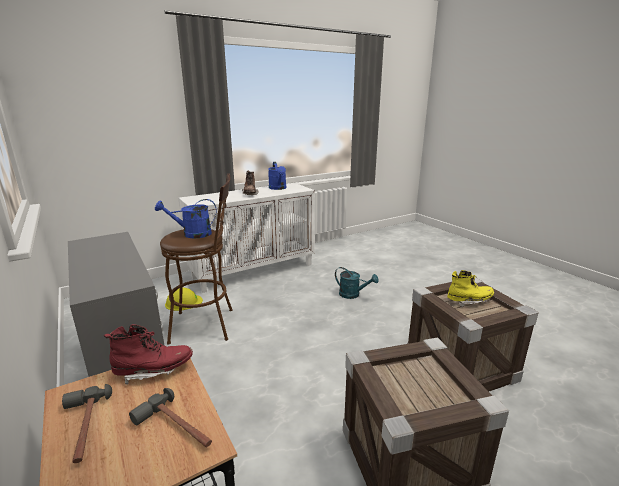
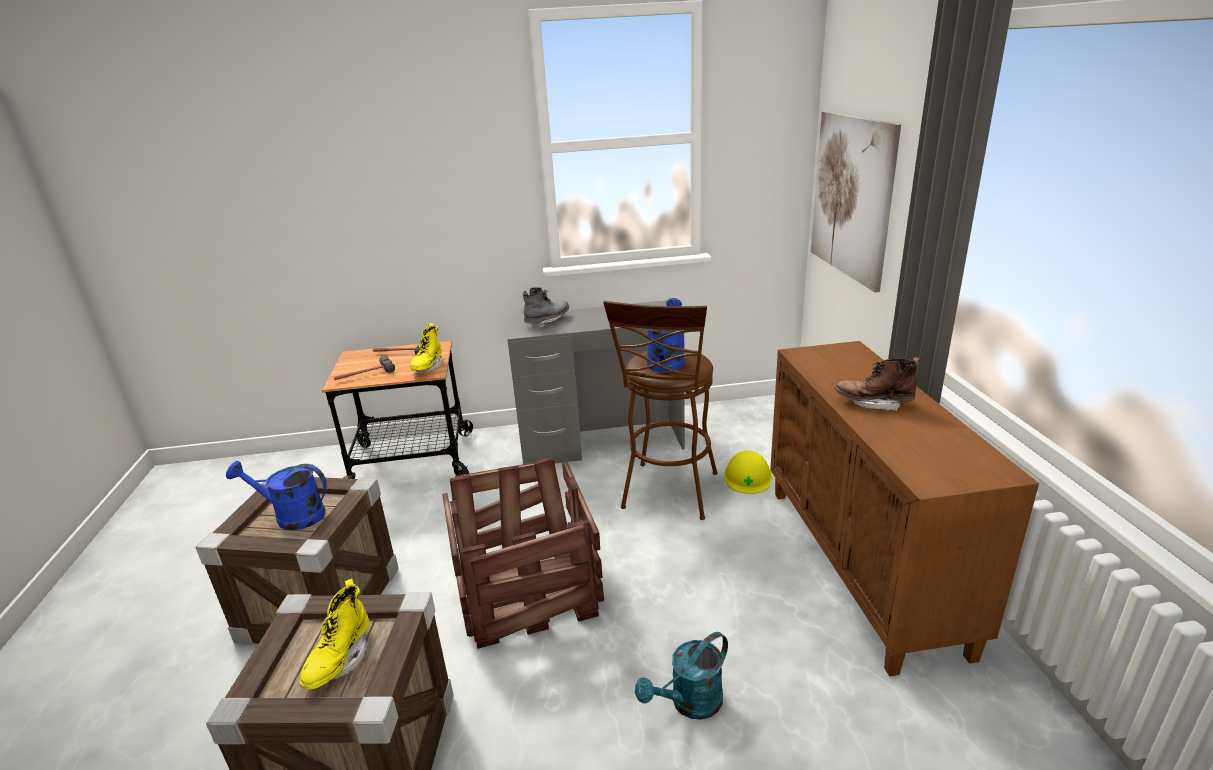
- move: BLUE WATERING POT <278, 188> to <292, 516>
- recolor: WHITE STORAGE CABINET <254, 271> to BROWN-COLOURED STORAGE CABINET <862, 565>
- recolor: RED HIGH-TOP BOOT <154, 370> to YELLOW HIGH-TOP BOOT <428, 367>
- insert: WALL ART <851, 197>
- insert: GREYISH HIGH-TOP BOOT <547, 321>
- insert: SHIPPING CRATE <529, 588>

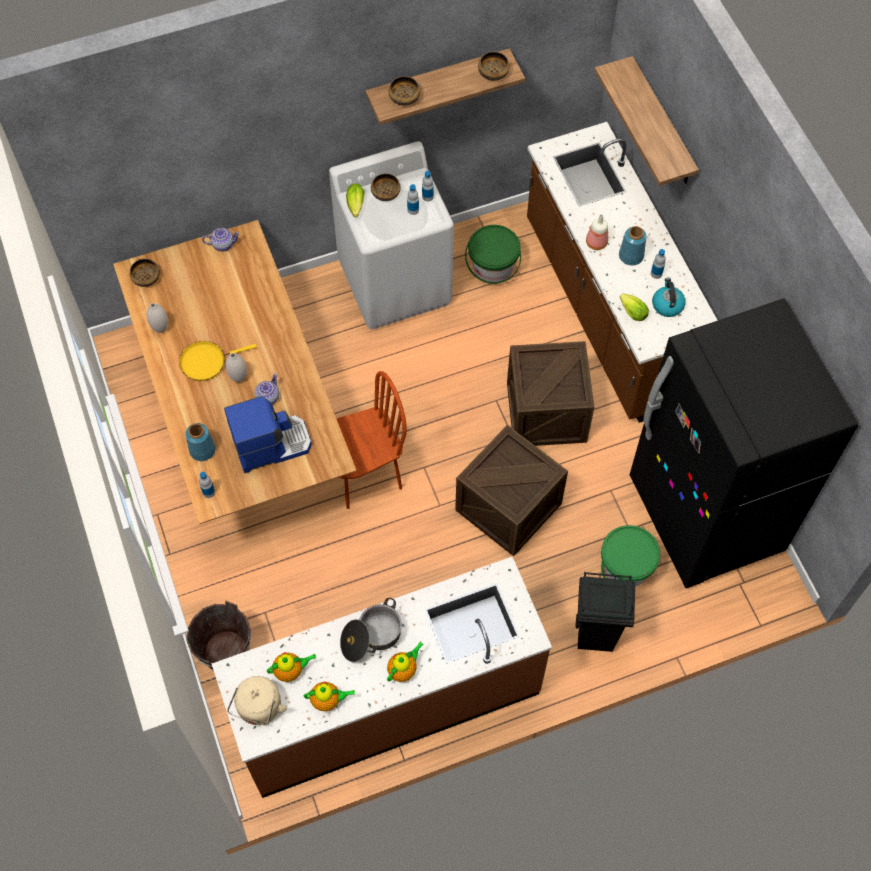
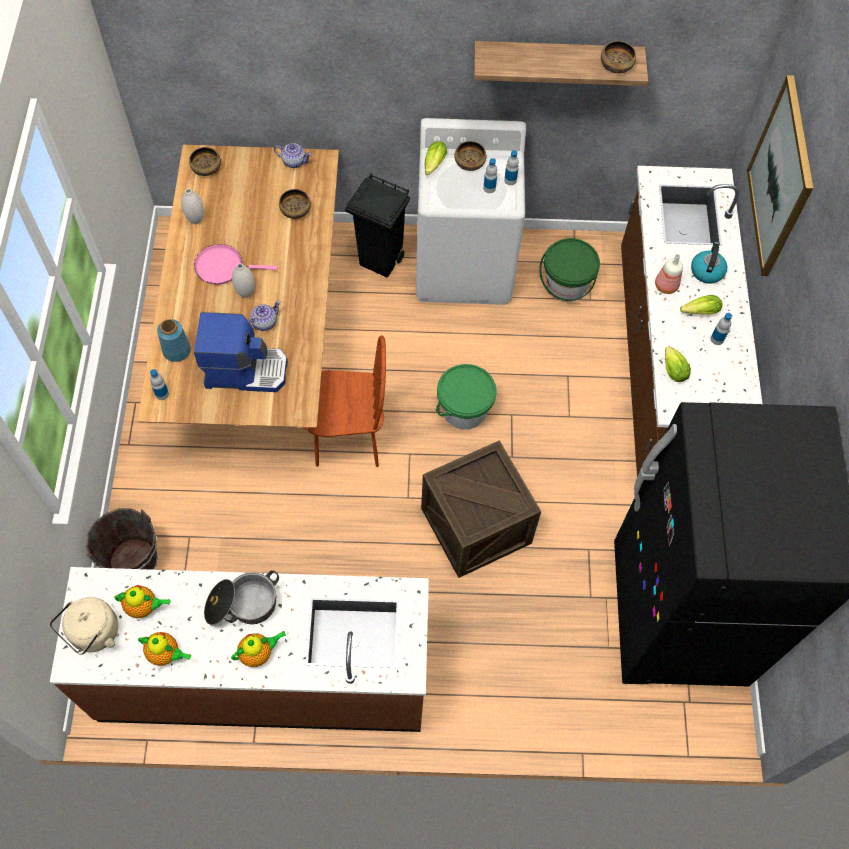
- replace: BRACKET SHELF <662, 124> to WALL ART <780, 178>
- move: BOWL <404, 98> to <295, 210>
- replace: BLUE VASE <631, 256> to LETTUCE <698, 312>
- move: KETTLE <667, 305> to <707, 271>
- recolor: YELLOW PAN <206, 362> to PINKISH PAN <223, 267>
- delete: SHIPPING CRATE <546, 412>
- move: GREENISH BUCKET <625, 568> to <464, 410>
- move: BLACK-COLOURED WASTE BIN <596, 635> to <381, 261>

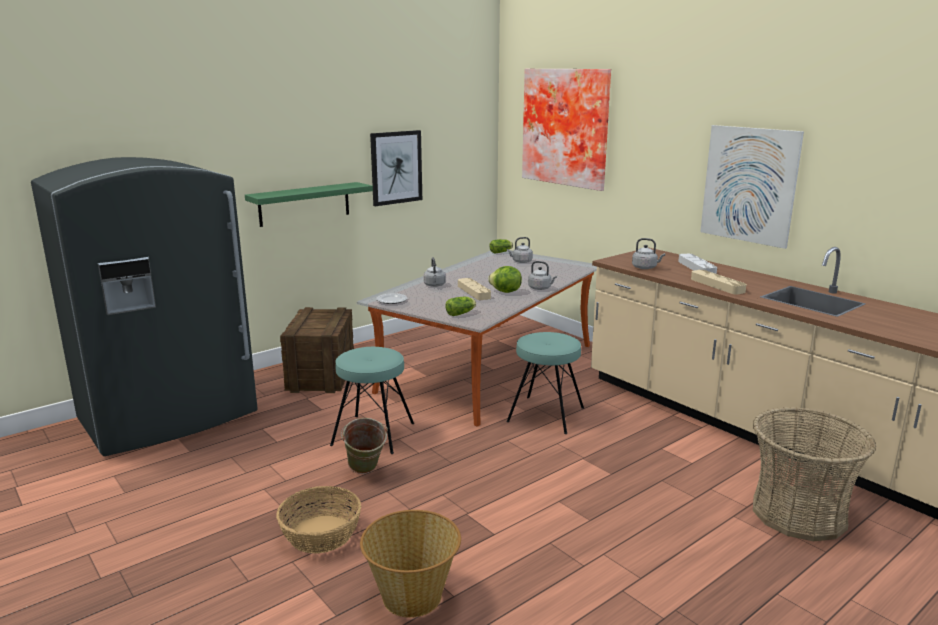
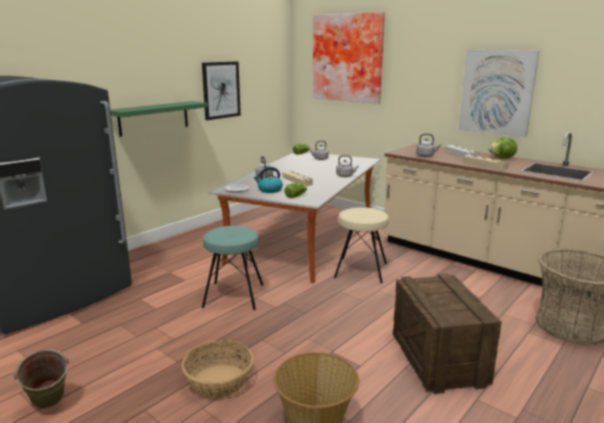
- move: LETTUCE <505, 292> to <502, 158>
- move: SHIPPING CRATE <321, 375> to <438, 359>
- recolor: TURQUOISE-COLOURED STOOL <545, 415> to SAND-COLOURED STOOL <360, 270>
- move: GREENISH BUCKET <365, 472> to <49, 406>
- insert: KETTLE <269, 190>

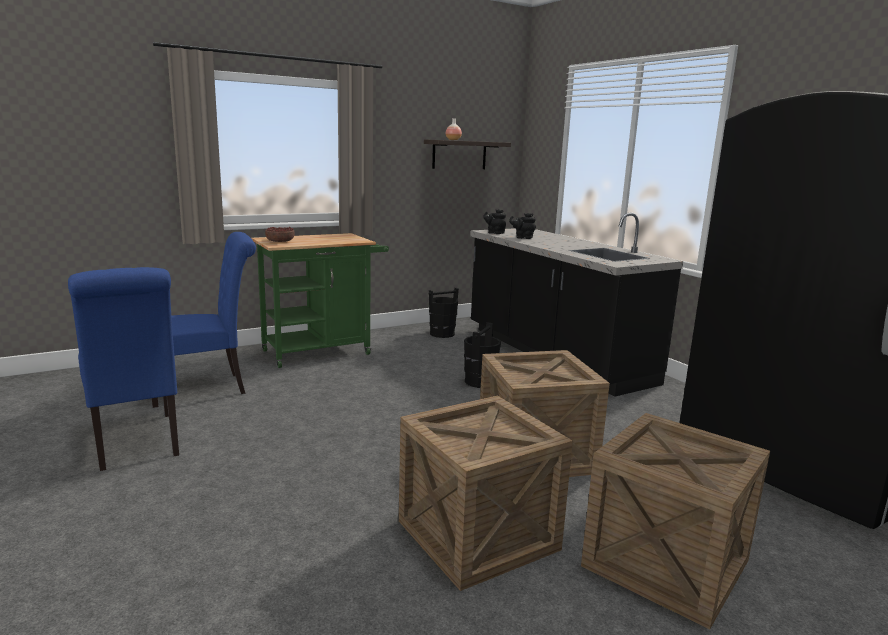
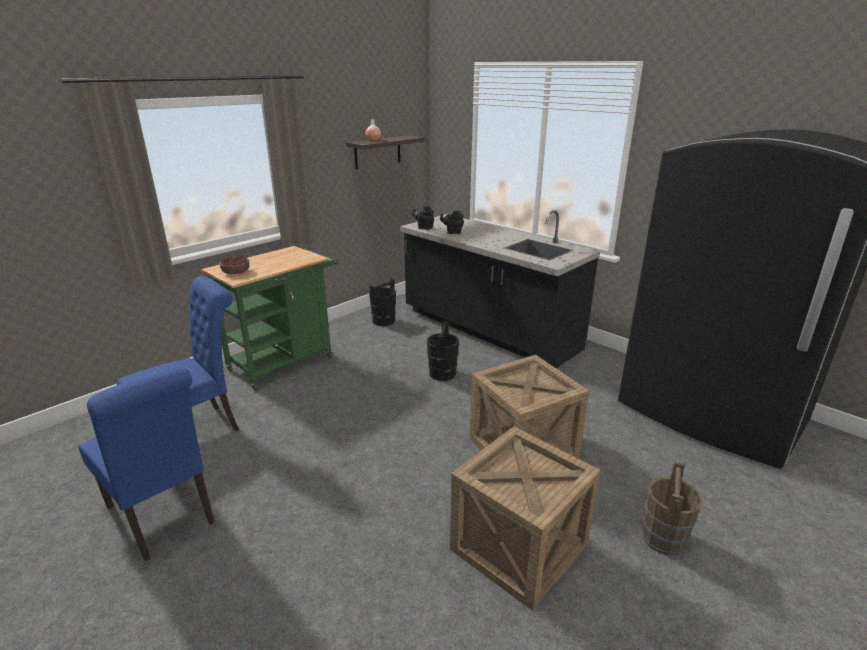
- replace: SHIPPING CRATE <665, 563> to BROWN-COLOURED BUCKET <663, 538>

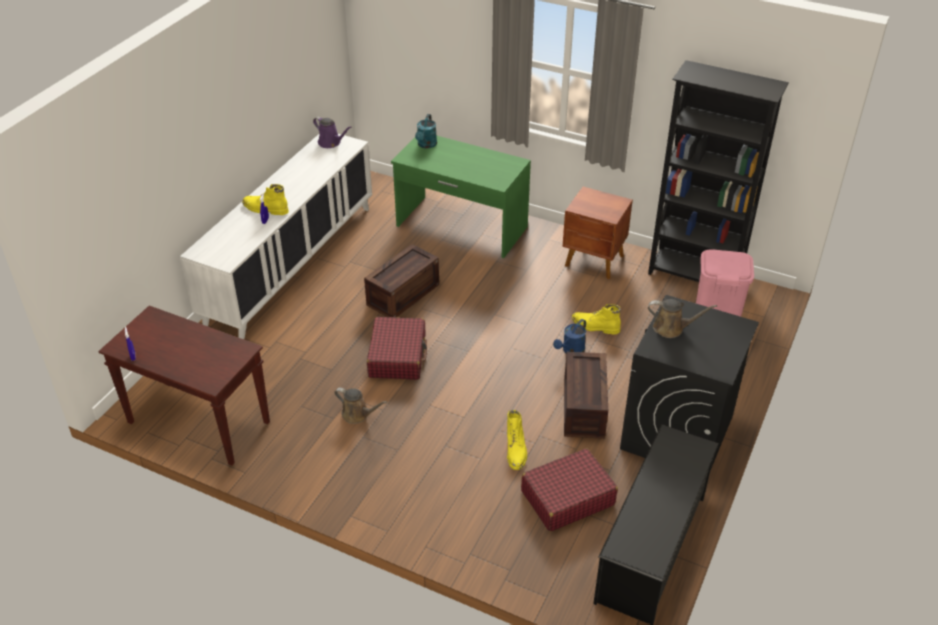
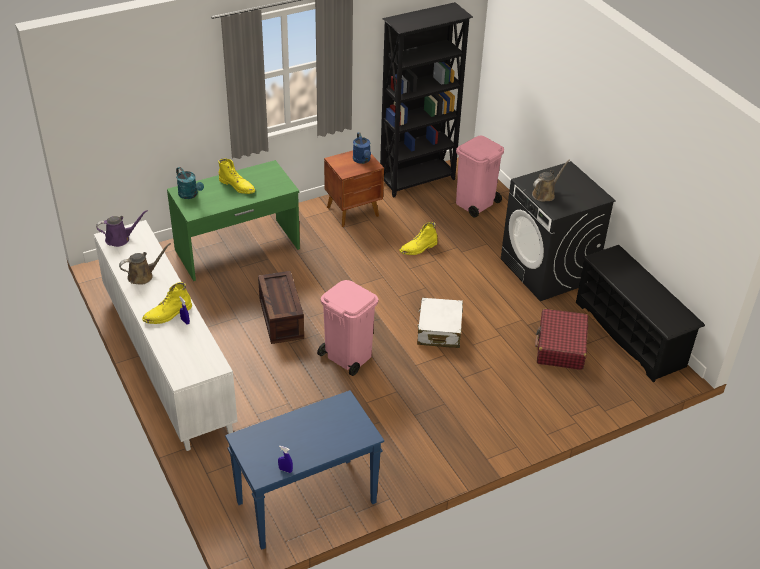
- recolor: BROWN-COLOURED NARROW TABLE <197, 423> to BLUE NARROW TABLE <306, 504>
- replace: RED PIECE OF LUGGAGE <397, 356> to PINKISH WASTE BIN <347, 356>
- move: BLUE WATERING POT <571, 351> to <362, 160>
- delete: SHIPPING CRATE <585, 409>
- move: BROWN-COLOURED WATERING POT <358, 414> to <143, 276>
- move: YELLOW HIGH-TOP BOOT <516, 450> to <238, 186>
- insert: WHITE PIECE OF LUGGAGE <439, 330>

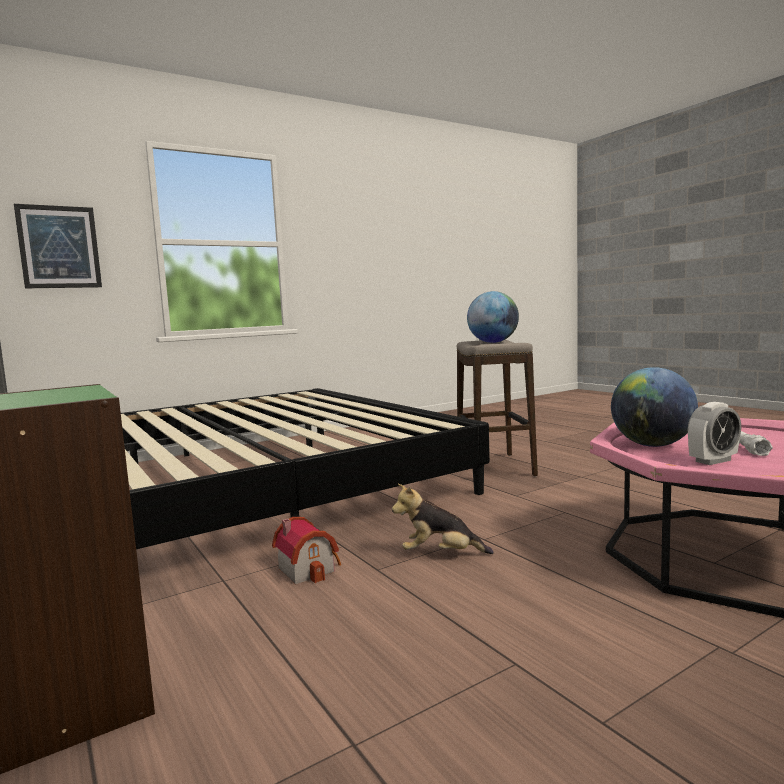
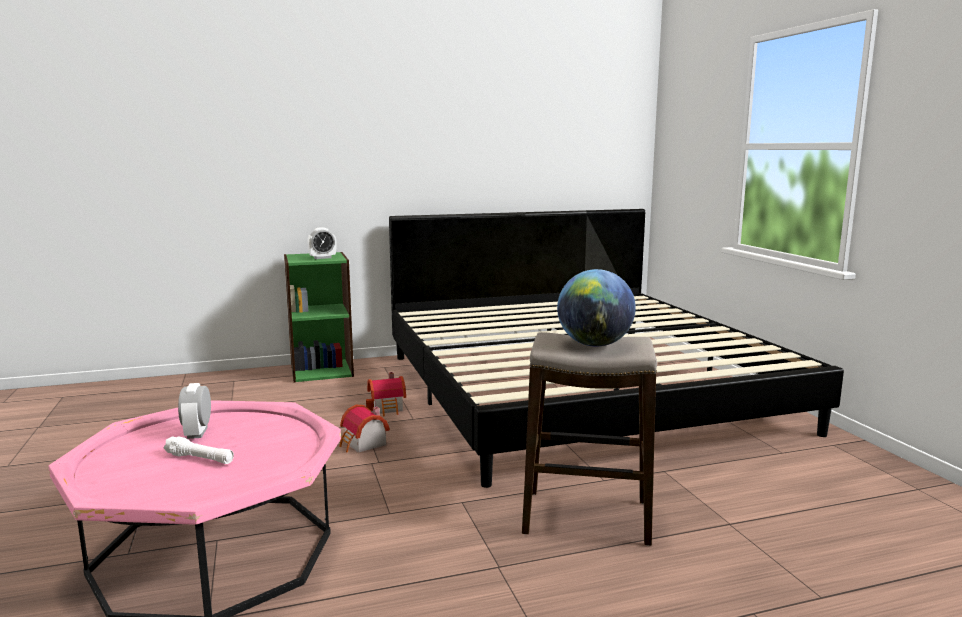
- delete: WALL ART <59, 247>
- delete: GLOBE <652, 445>
- replace: CUDDLY TOY <440, 554> to MODEL HOUSE <363, 444>
- insert: TABLE CLOCK <322, 258>

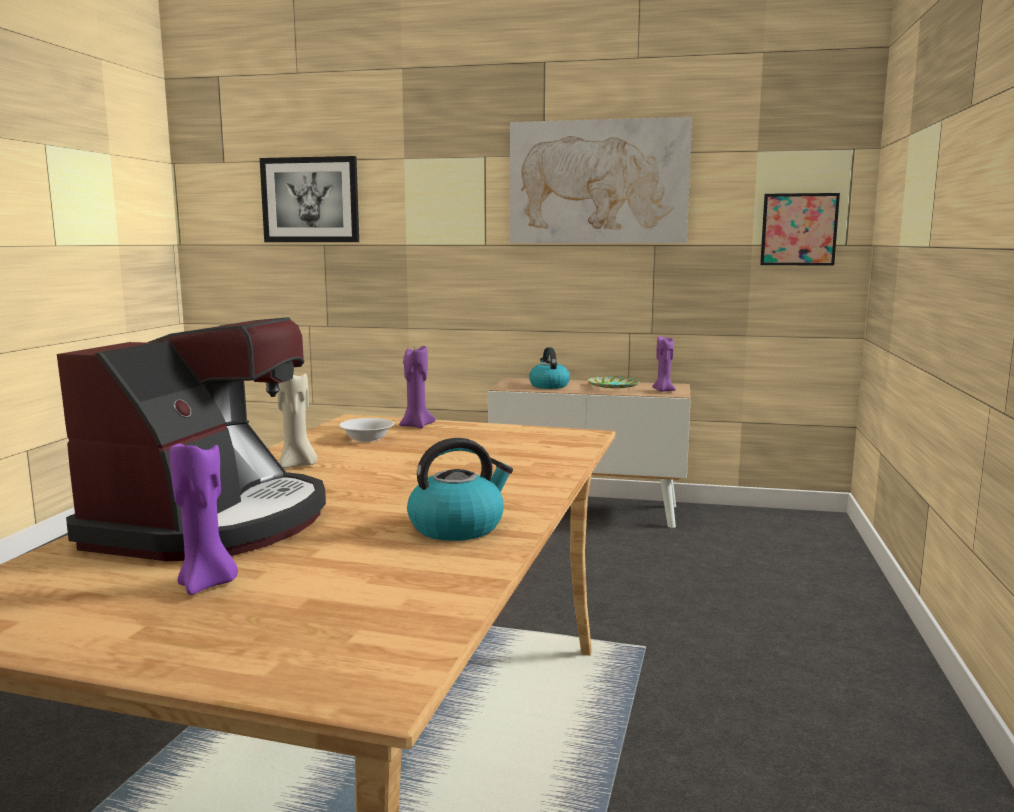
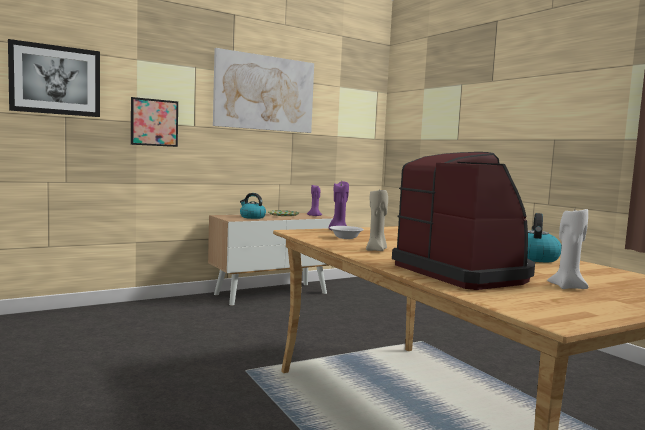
- move: WALL ART <799, 229> to <154, 122>
- recolor: PURPLE-COLOURED WAX LIGHT <207, 585> to WHITE WAX LIGHT <567, 287>

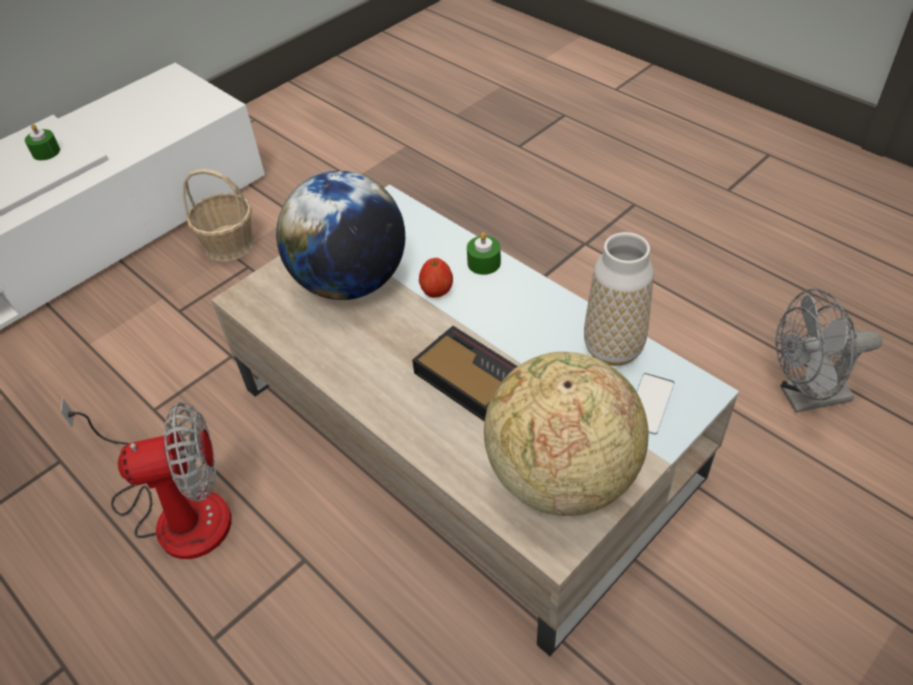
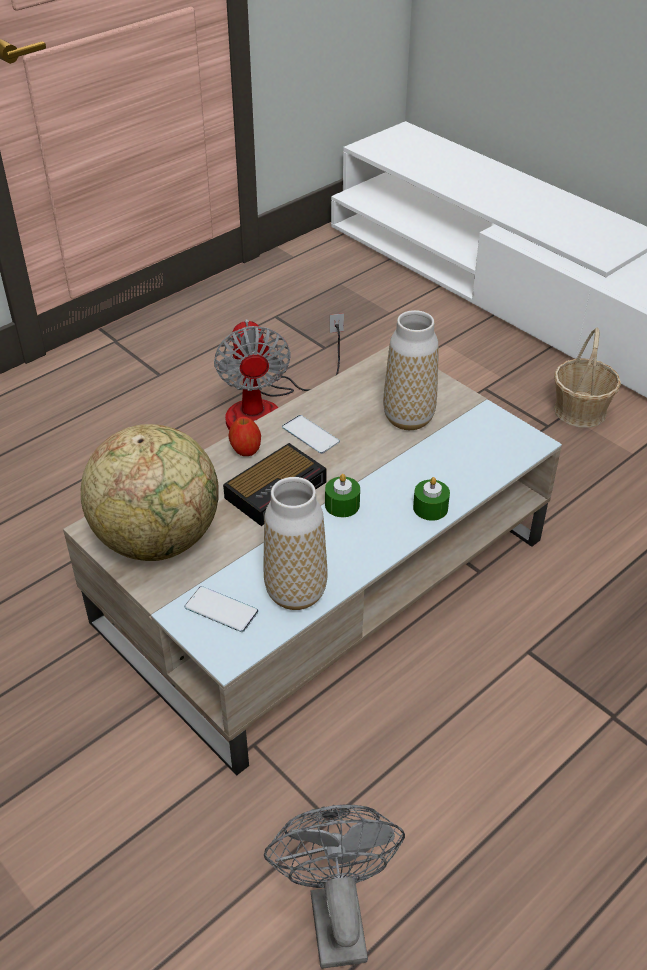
- move: GREENISH WAX LIGHT <46, 152> to <342, 505>
- replace: GLOBE <350, 282> to VASE <408, 418>
- move: WHOLE APPLE <436, 292> to <245, 451>
- insert: HANDSET <310, 434>

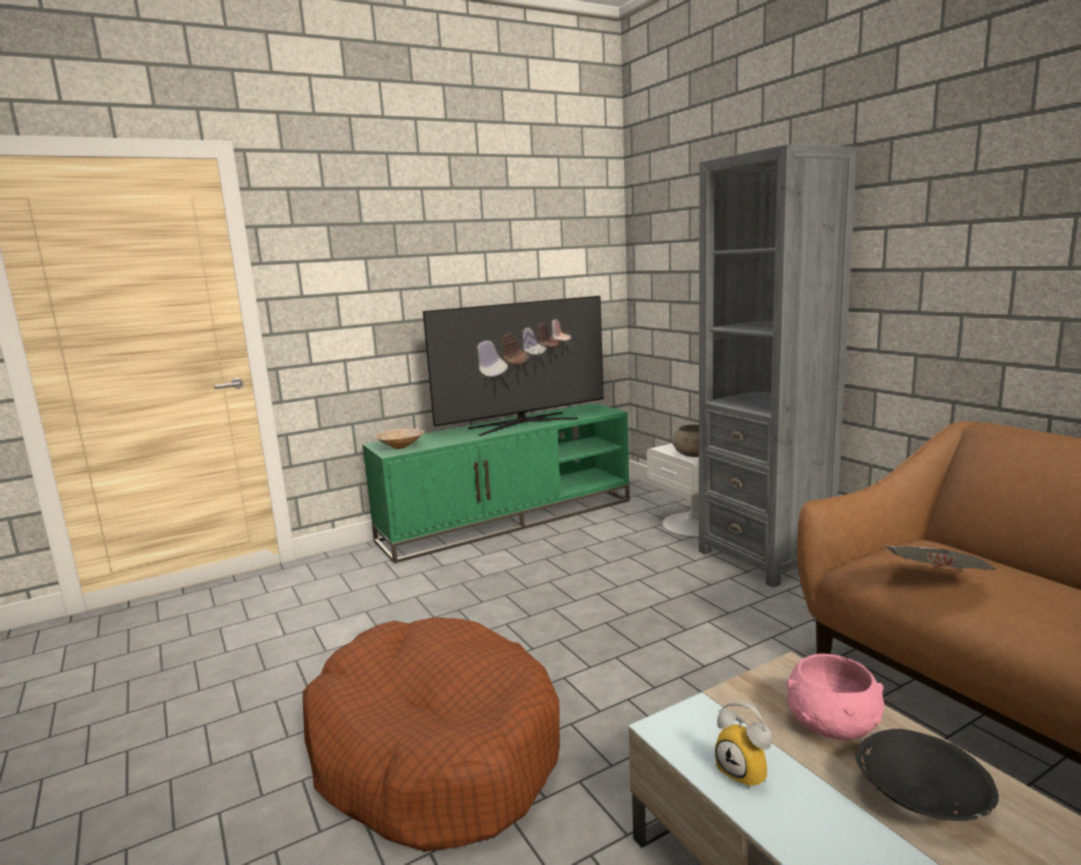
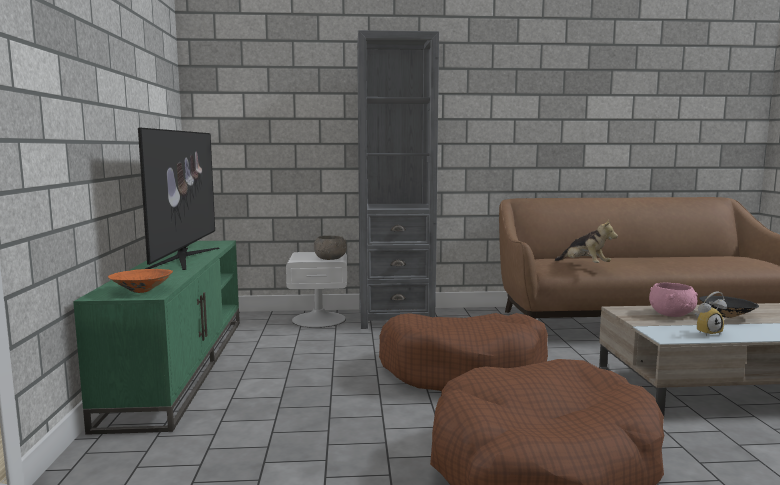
- recolor: SAND-COLOURED BOWL <401, 447> to ORANGE BOWL <142, 290>
- replace: PRINTED PAPER <936, 583> to CUDDLY TOY <584, 265>
- insert: BROWN-COLOURED DOG BED <464, 370>

